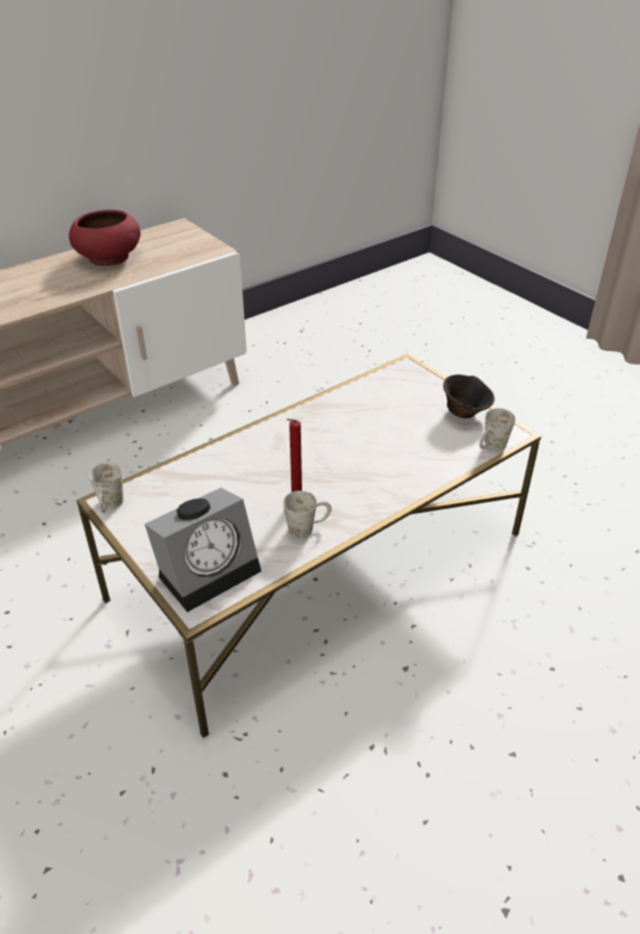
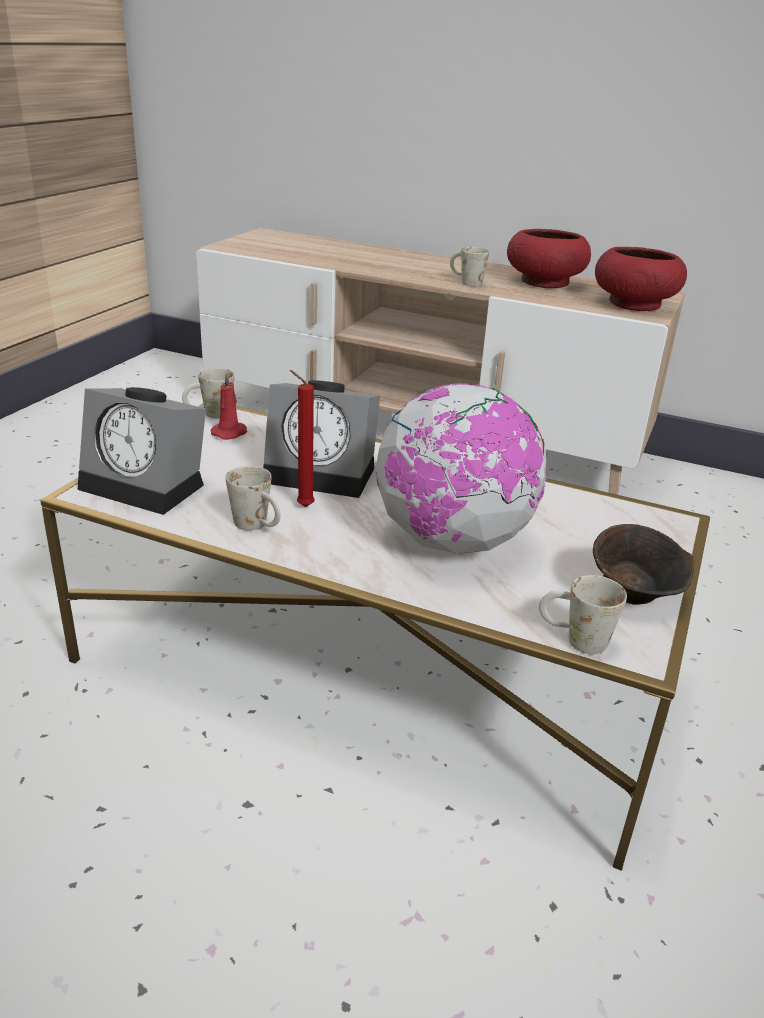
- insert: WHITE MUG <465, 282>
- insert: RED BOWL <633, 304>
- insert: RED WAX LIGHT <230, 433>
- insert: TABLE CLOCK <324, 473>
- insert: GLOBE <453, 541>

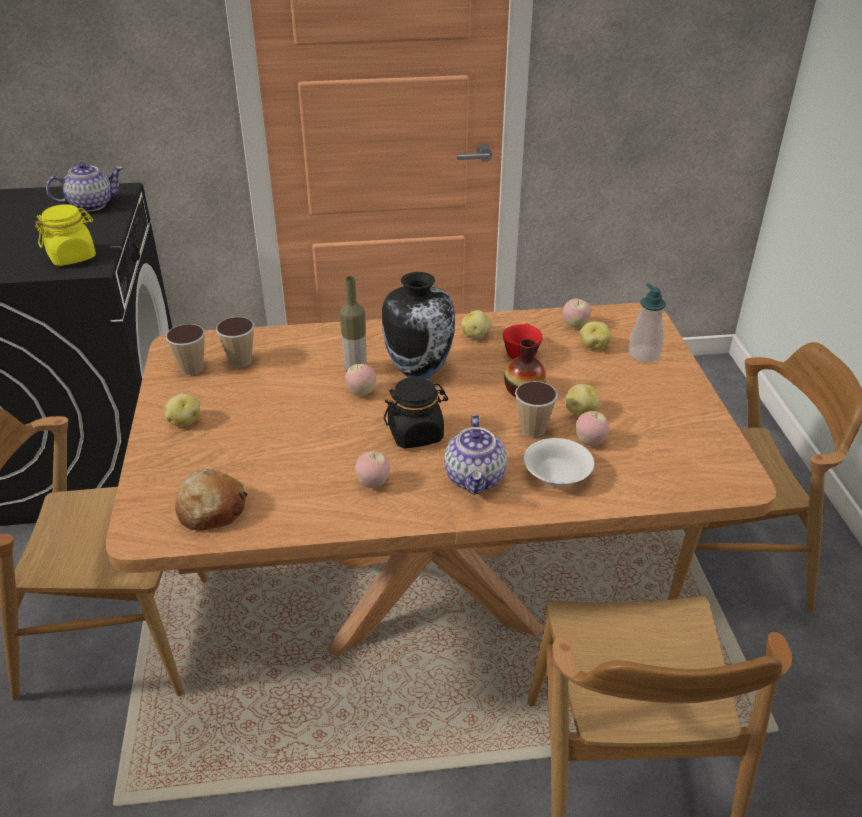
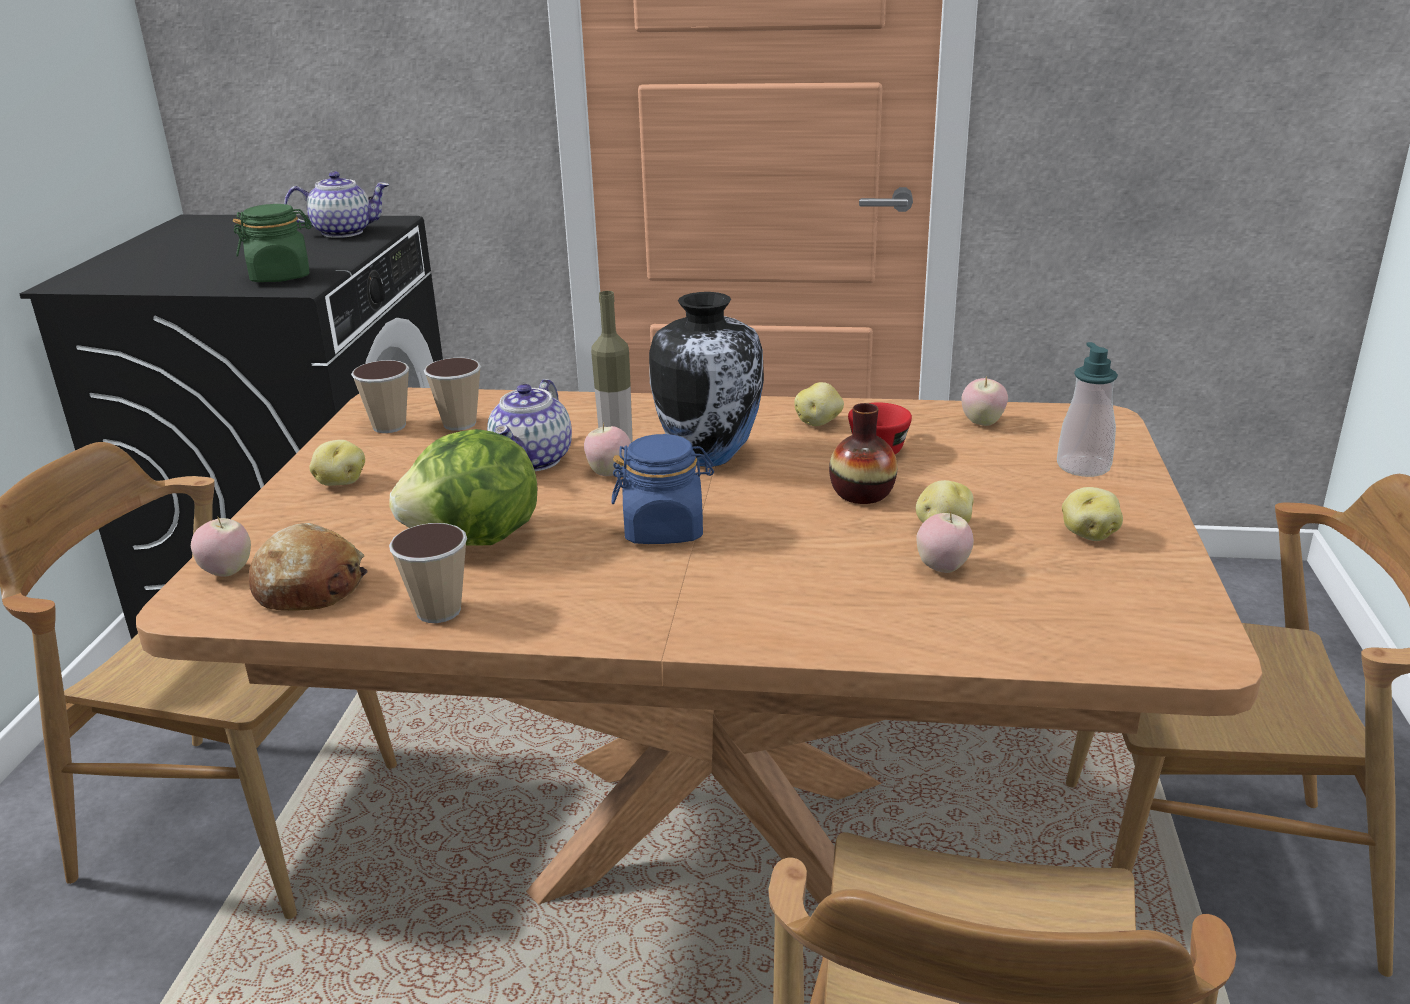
- recolor: YELLOW PRESERVE JAR <72, 256> to GREENISH PRESERVE JAR <281, 276>
- move: POTATO <593, 346> to <1089, 534>
- recolor: BLACK-COLOURED PRESERVE JAR <416, 434> to BLUE PRESERVE JAR <664, 529>
- move: DRINKING CUP <533, 429> to <438, 611>
- move: TEA POT <475, 478> to <533, 460>
- delete: WHITE BOWL <556, 475>
- move: WHOLE APPLE <373, 483> to <227, 572>
- insert: LETTUCE <476, 540>

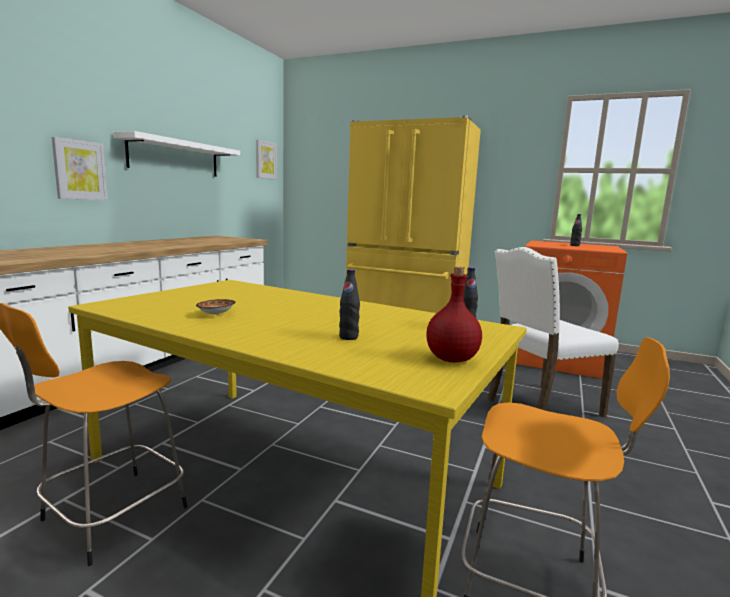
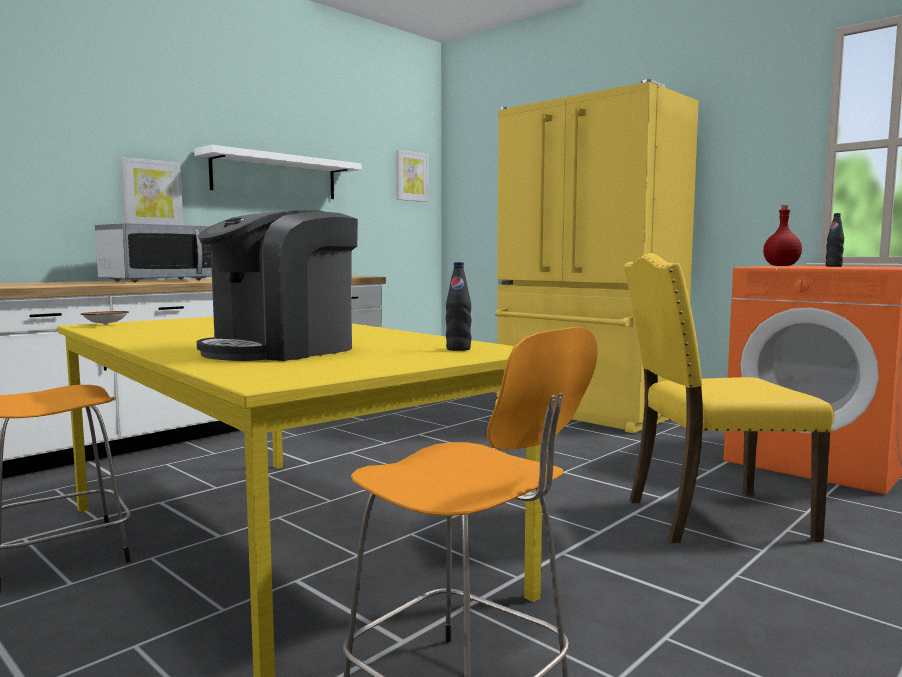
- recolor: WHITE CHAIR <540, 407> to YELLOW CHAIR <712, 517>
- move: RED DRINK BOTTLE <450, 359> to <780, 266>
- replace: BLACK-COLOURED DRINK BOTTLE <348, 337> to COFFEE BREWER <282, 350>
- move: BOWL <217, 314> to <107, 325>
- insert: MICROWAVE OVEN <159, 280>

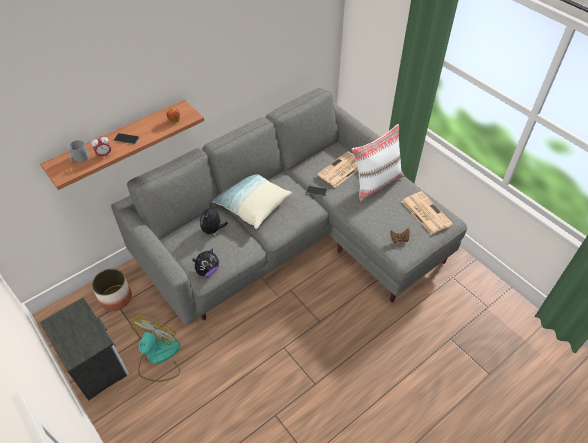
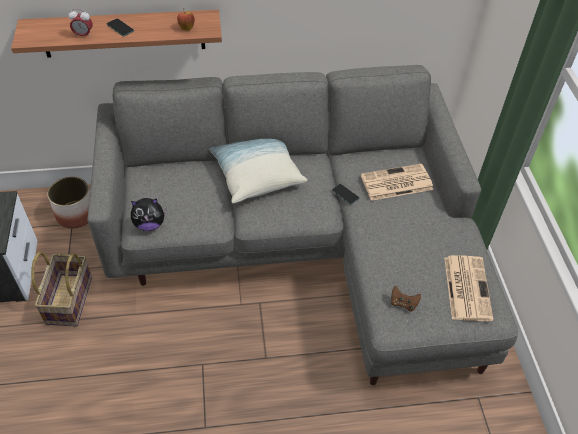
- delete: WHITE THROW PILLOW <376, 183>
- delete: GREYISH MUG <79, 159>
- delete: CUDDLY TOY <213, 230>
- replace: FAN <158, 357> to BASKET <68, 300>

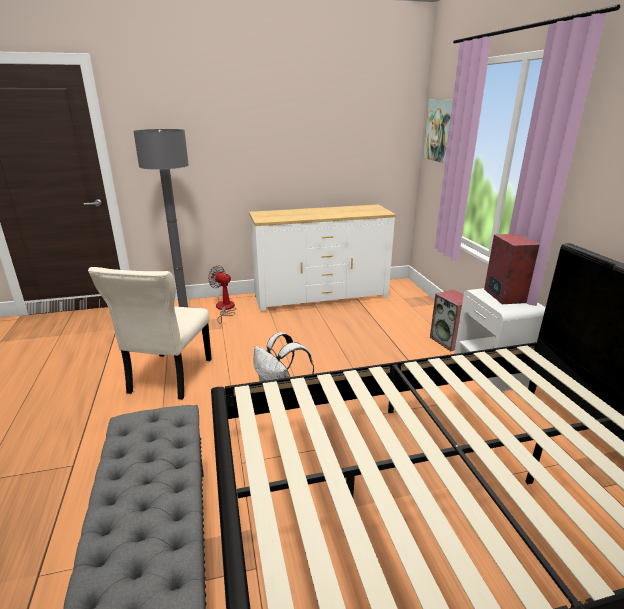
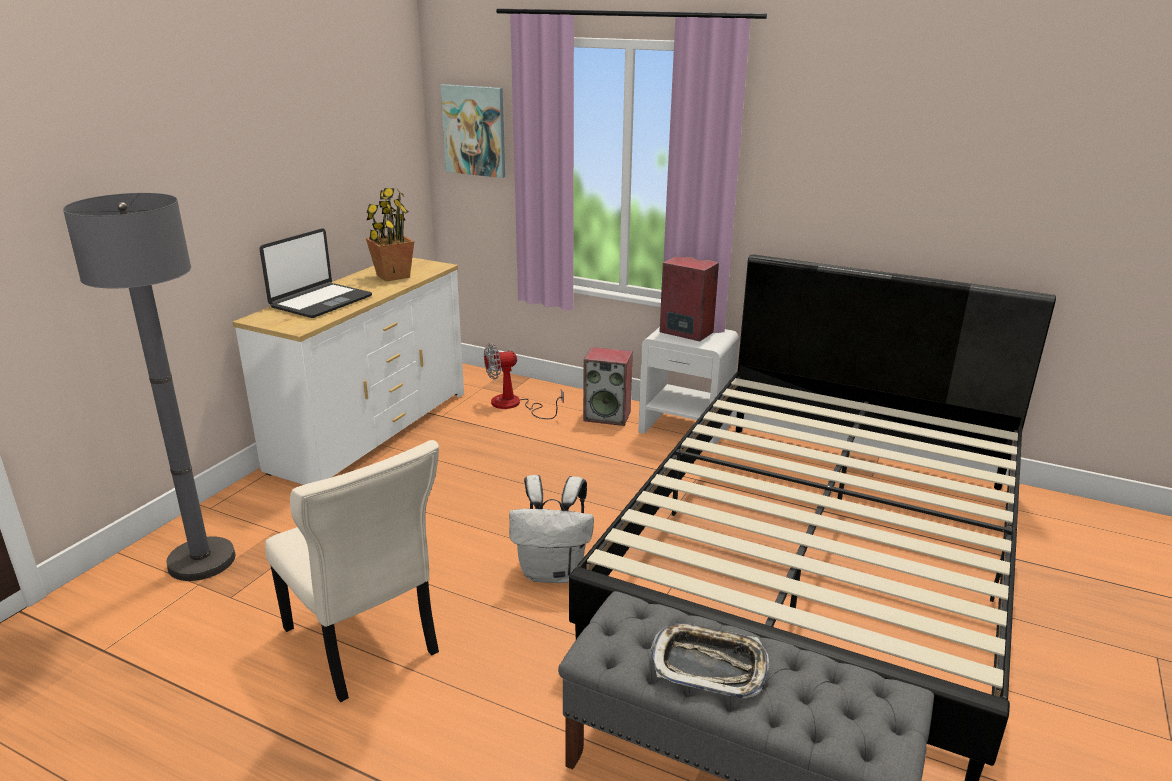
- move: FAN <225, 309> to <514, 405>
- insert: PLANT IN A POT <392, 276>
- insert: PORTABLE COMPUTER <320, 302>
- insert: SERVING TRAY <709, 665>

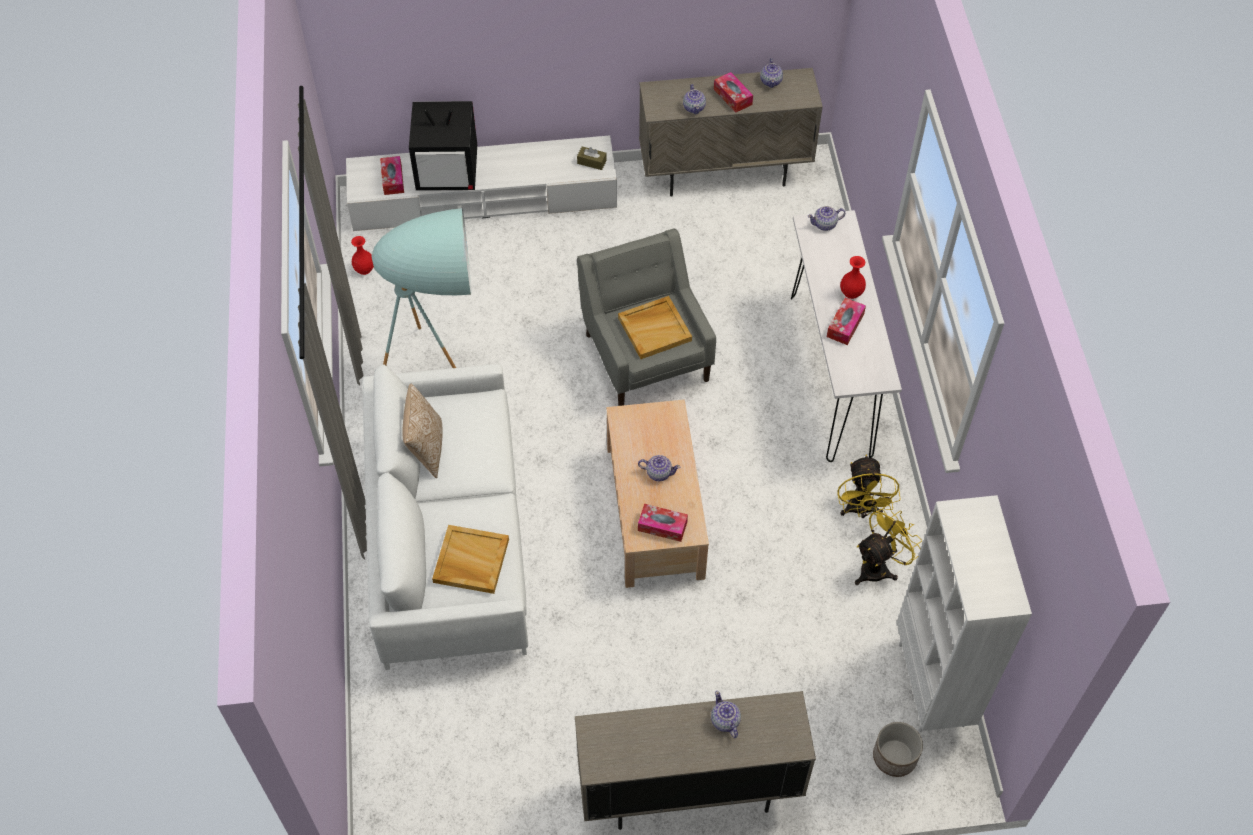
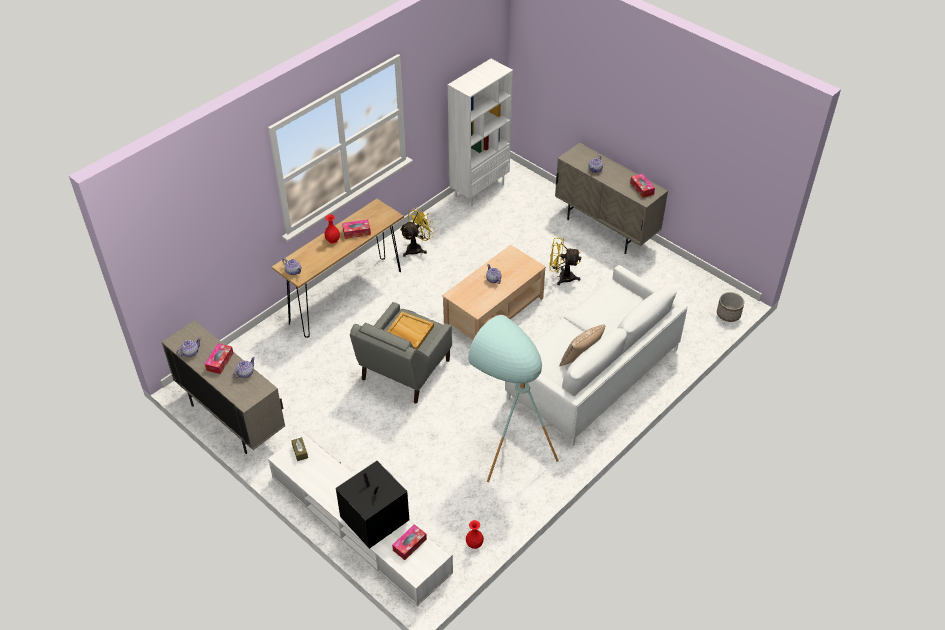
- recolor: WHITE NARROW TABLE <831, 374> to BROWN-COLOURED NARROW TABLE <346, 297>
- move: BOX OF TISSUES <662, 526> to <642, 188>
- move: YELLOW FAN <879, 566> to <561, 277>
- delete: SAND-COLOURED SERVING TRAY <470, 561>
- move: FLOWER POT <894, 757> to <728, 314>

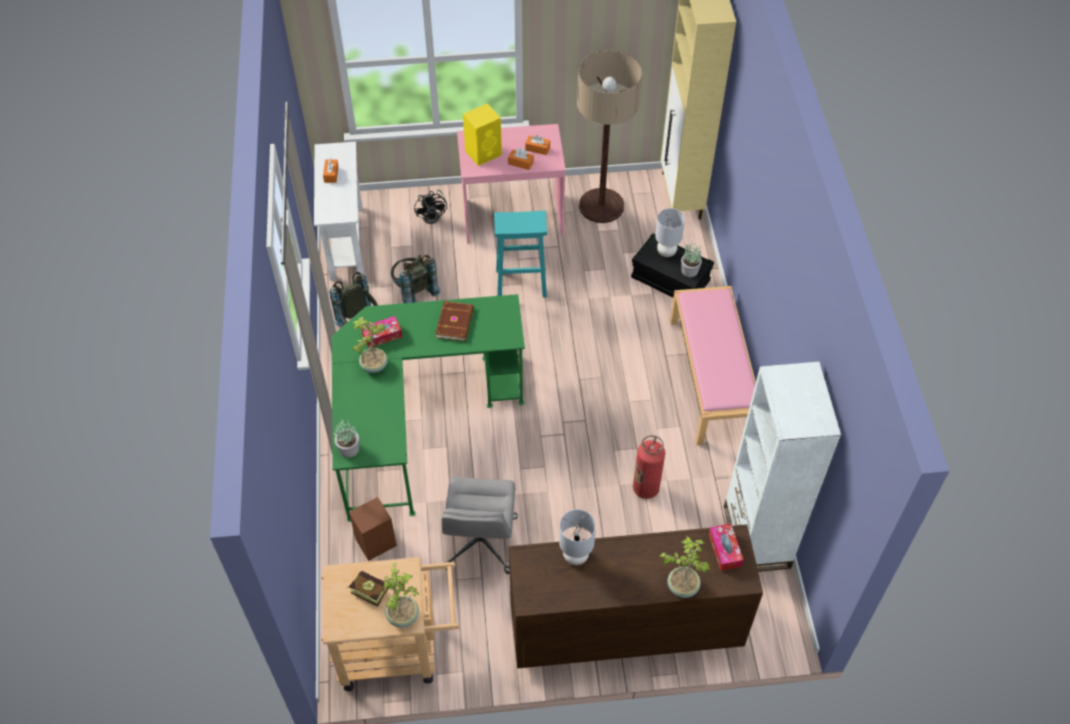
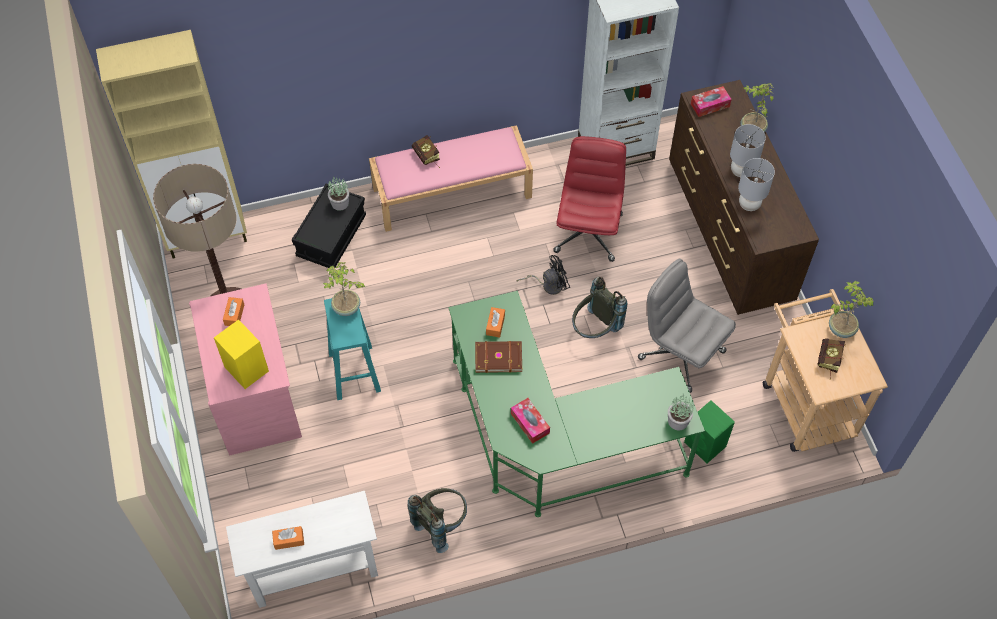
- move: ORANGE BOX OF TISSUES <520, 163> to <495, 325>
- move: BLACK-COLOURED FAN <434, 215> to <548, 285>
- move: GREYISH TABLETOP LAMP <667, 252> to <741, 171>
- move: GREYISH RUCKSACK <414, 291> to <595, 329>
- move: PLANT IN A POT <373, 365> to <346, 308>
- replace: FIRE-FIGHTING CYLINDER <646, 488> to RED OFFICE CHAIR <588, 232>
- rotate: GREYISH OFFICE CHAIR <481, 543> = <680, 354> 135 degrees counterclockwise
- recolor: BROWN-COLOURED AUDIO SPEAKER <375, 543> to GREENISH AUDIO SPEAKER <705, 445>
- insert: VOLUME <427, 158>

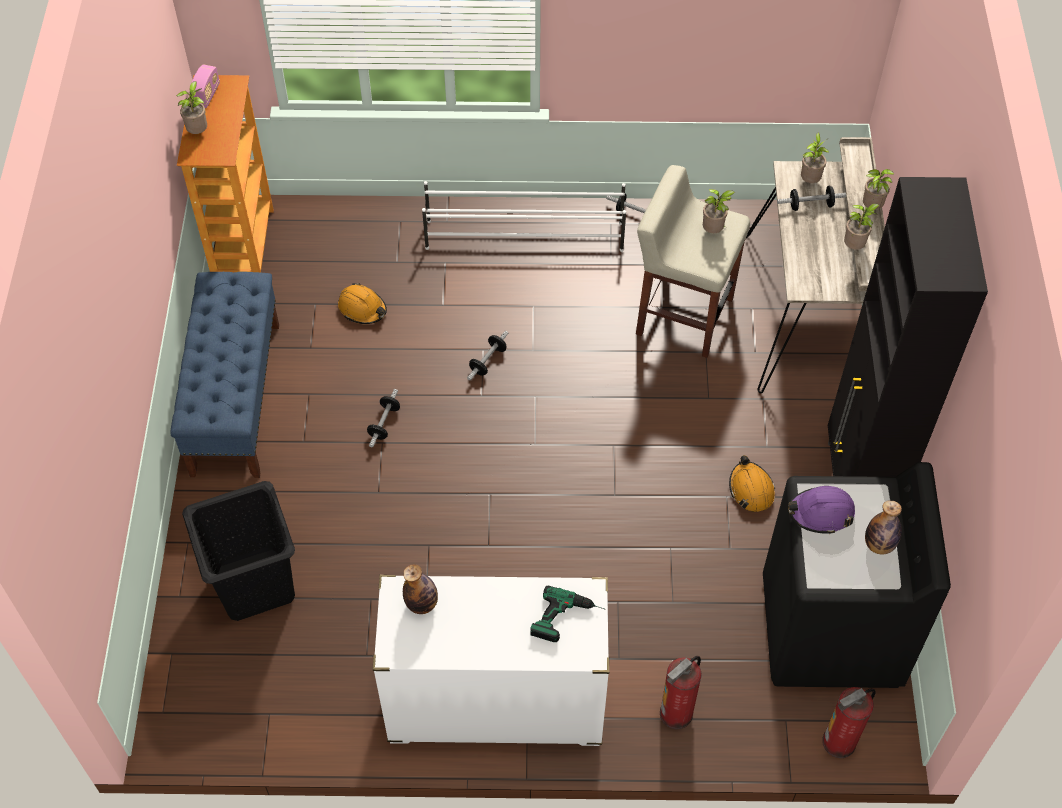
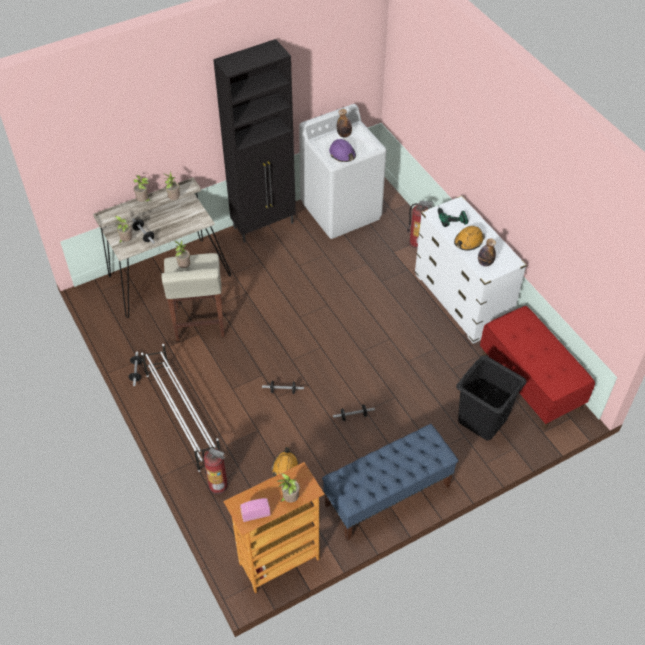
- move: ORANGE HARD HAT <751, 489> to <468, 241>
- recolor: BLACK-COLOURED WASHING MACHINE <831, 631> to WHITE WASHING MACHINE <341, 210>
- move: FIRE-FIGHTING CYLINDER <839, 742> to <218, 485>
- insert: RED BENCH <530, 382>

